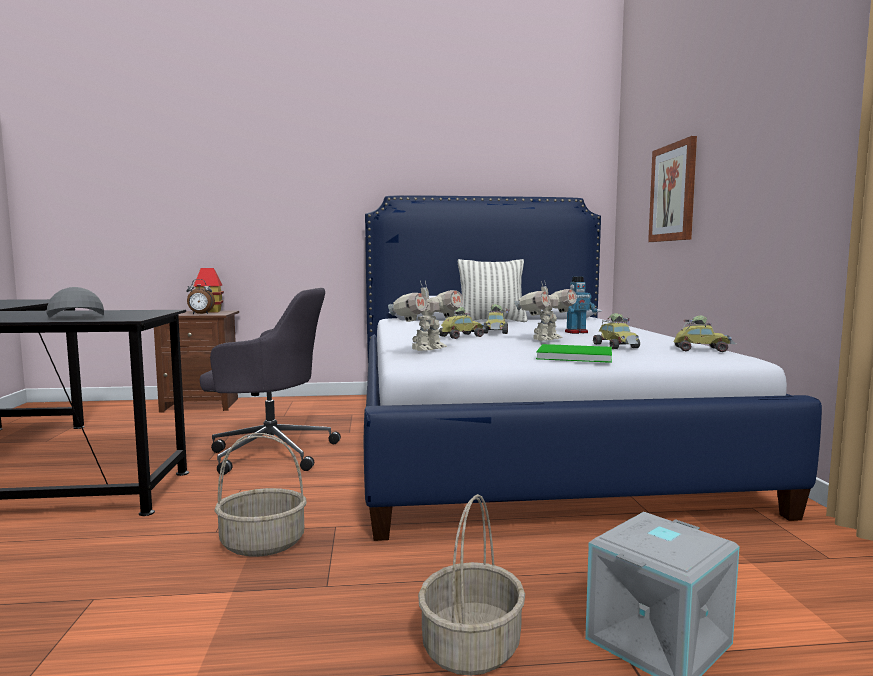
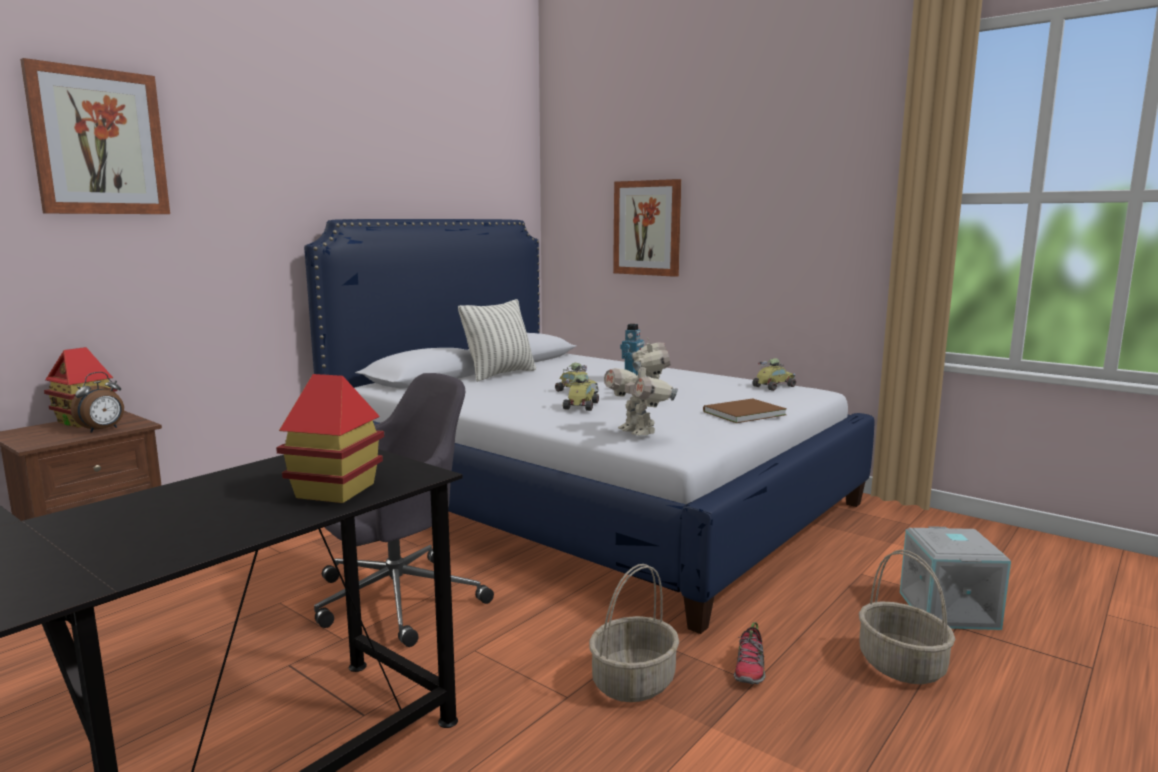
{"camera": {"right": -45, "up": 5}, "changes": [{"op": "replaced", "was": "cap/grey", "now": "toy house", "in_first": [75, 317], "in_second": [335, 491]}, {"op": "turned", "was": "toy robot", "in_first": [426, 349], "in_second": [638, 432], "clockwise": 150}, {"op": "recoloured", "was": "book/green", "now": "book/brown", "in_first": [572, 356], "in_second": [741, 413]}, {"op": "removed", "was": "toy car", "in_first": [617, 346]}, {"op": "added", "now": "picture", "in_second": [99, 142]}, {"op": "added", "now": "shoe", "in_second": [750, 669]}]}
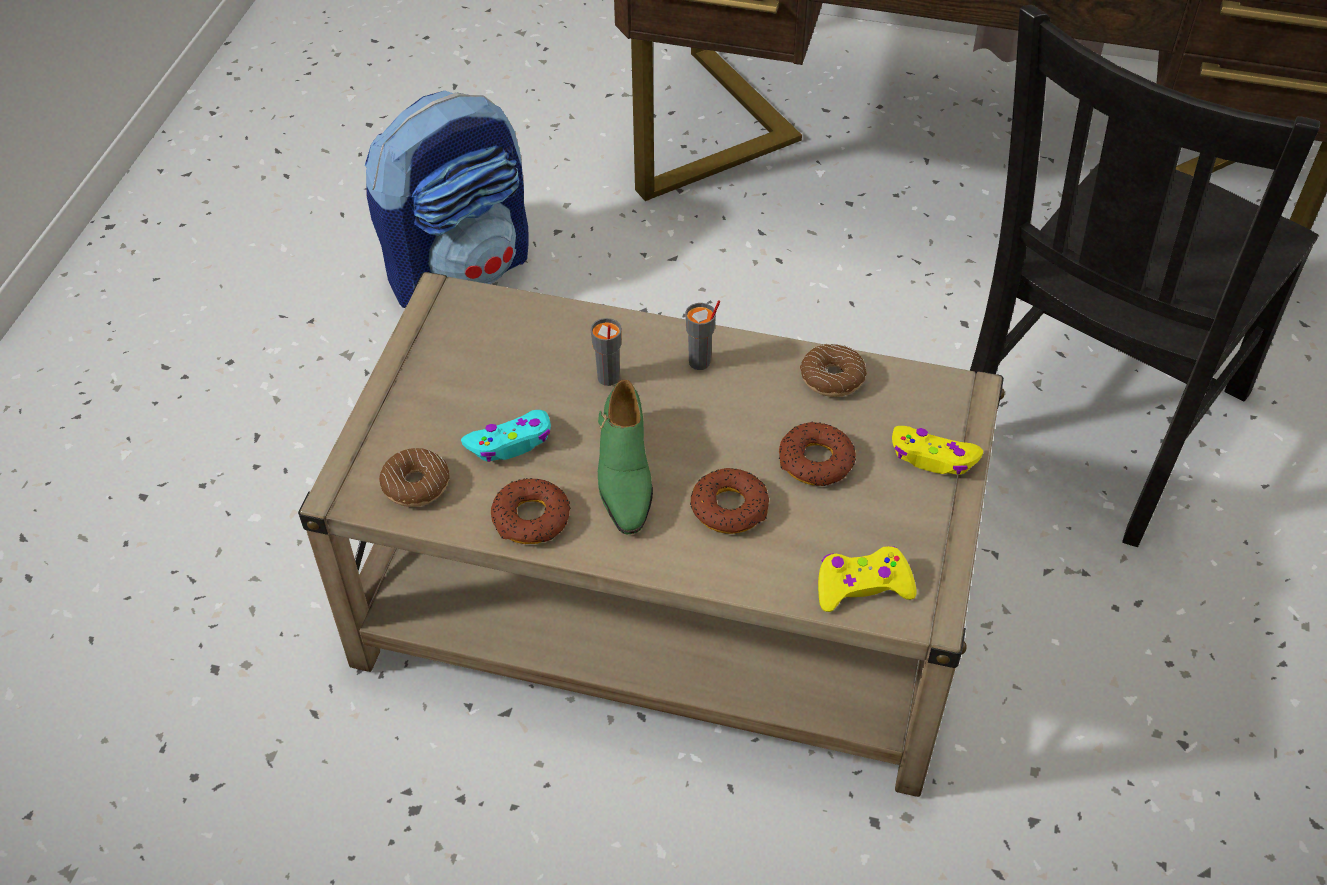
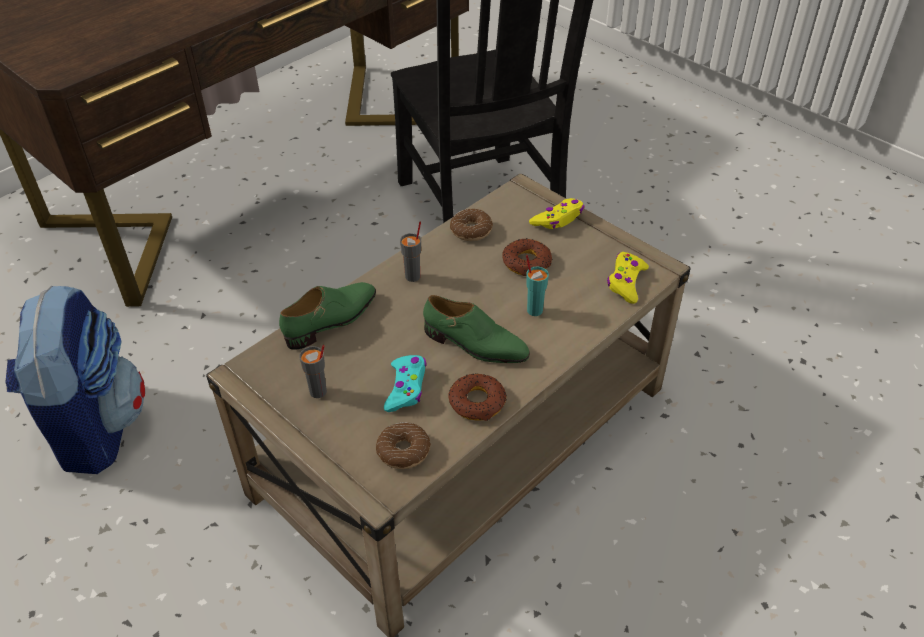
{"camera": {"right": -60, "up": -5}, "changes": [{"op": "moved", "was": "cup/grey", "in_first": [608, 378], "in_second": [318, 392]}, {"op": "replaced", "was": "donut", "now": "cup/turquoise", "in_first": [729, 507], "in_second": [534, 310]}, {"op": "added", "now": "shoe/green", "in_second": [332, 320]}]}
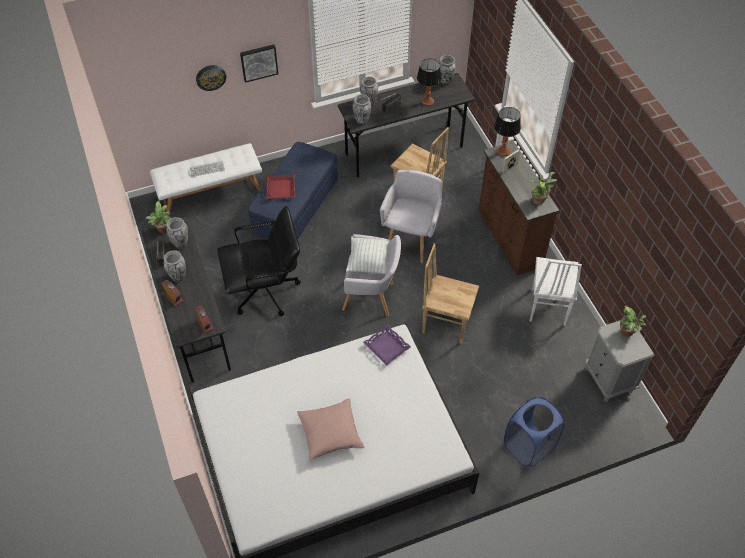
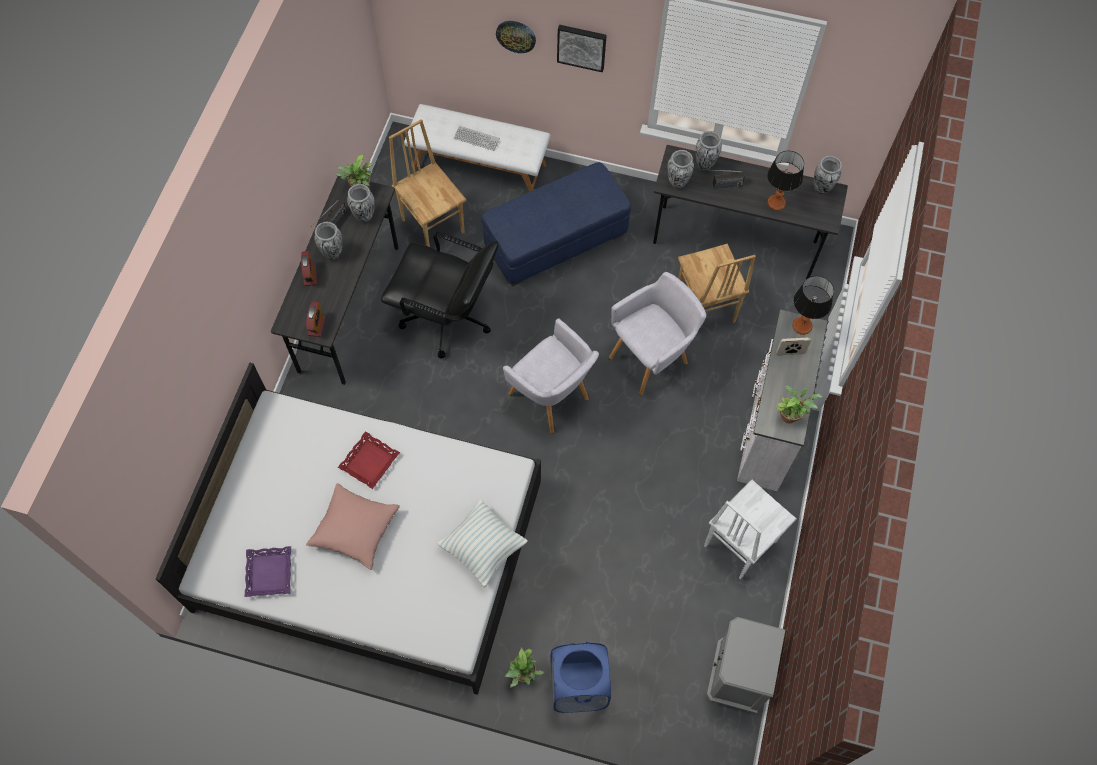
{"camera": {"right": 35, "up": 10}, "changes": [{"op": "moved", "was": "tray/red", "in_first": [281, 189], "in_second": [370, 462]}, {"op": "moved", "was": "pillow", "in_first": [371, 263], "in_second": [483, 548]}, {"op": "moved", "was": "tray/purple", "in_first": [386, 347], "in_second": [269, 573]}, {"op": "moved", "was": "chair/brown", "in_first": [446, 323], "in_second": [433, 225]}, {"op": "recoloured", "was": "dresser/brown", "now": "dresser/white", "in_first": [509, 238], "in_second": [766, 430]}, {"op": "moved", "was": "potted plant", "in_first": [627, 333], "in_second": [523, 675]}]}
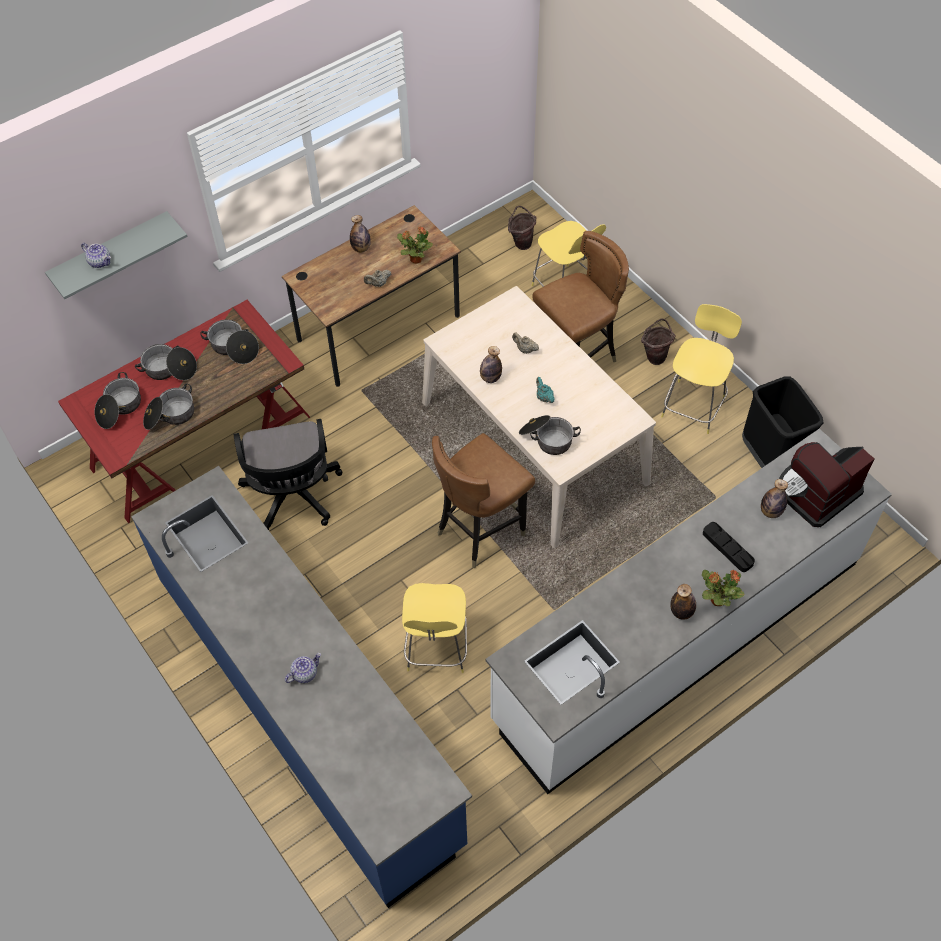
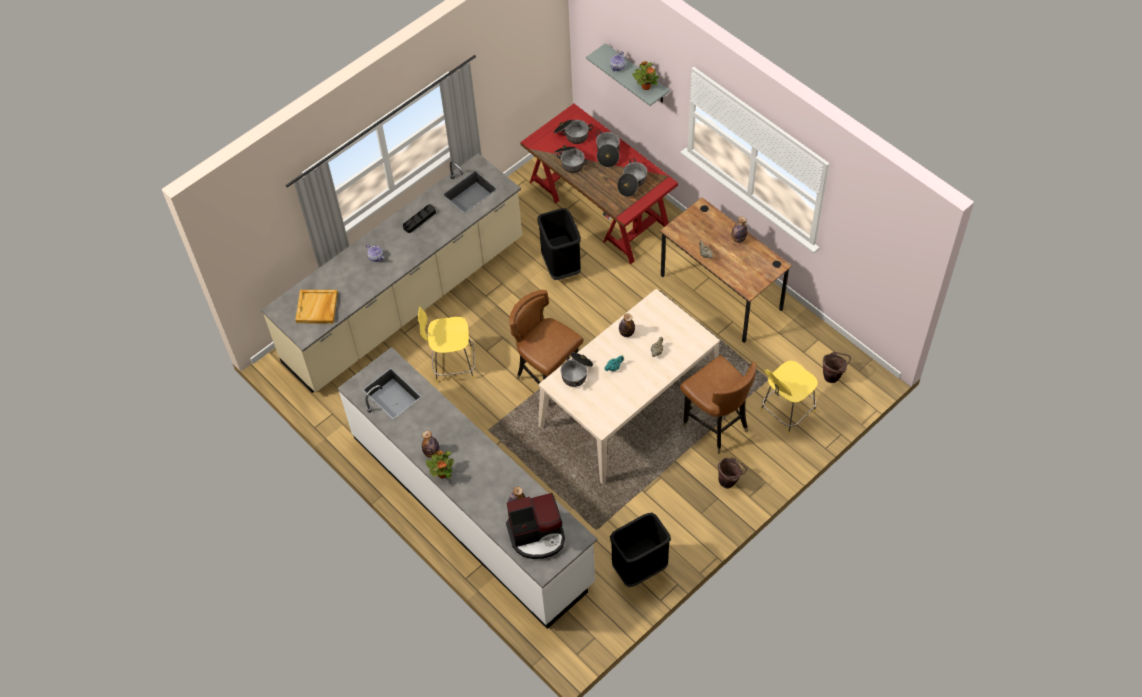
{"camera": {"right": 85, "up": 0}, "changes": [{"op": "recoloured", "was": "counter/blue", "now": "counter/beige", "in_first": [308, 708], "in_second": [405, 301]}, {"op": "replaced", "was": "office chair/black", "now": "trash can/black", "in_first": [293, 498], "in_second": [560, 266]}, {"op": "moved", "was": "potted plant", "in_first": [415, 259], "in_second": [646, 86]}, {"op": "removed", "was": "stool/yellow", "in_first": [694, 405]}, {"op": "moved", "was": "tray/black", "in_first": [727, 548], "in_second": [419, 220]}, {"op": "turned", "was": "coffee machine", "in_first": [816, 492], "in_second": [537, 535], "clockwise": 120}, {"op": "added", "now": "tray/beige", "in_second": [317, 308]}]}
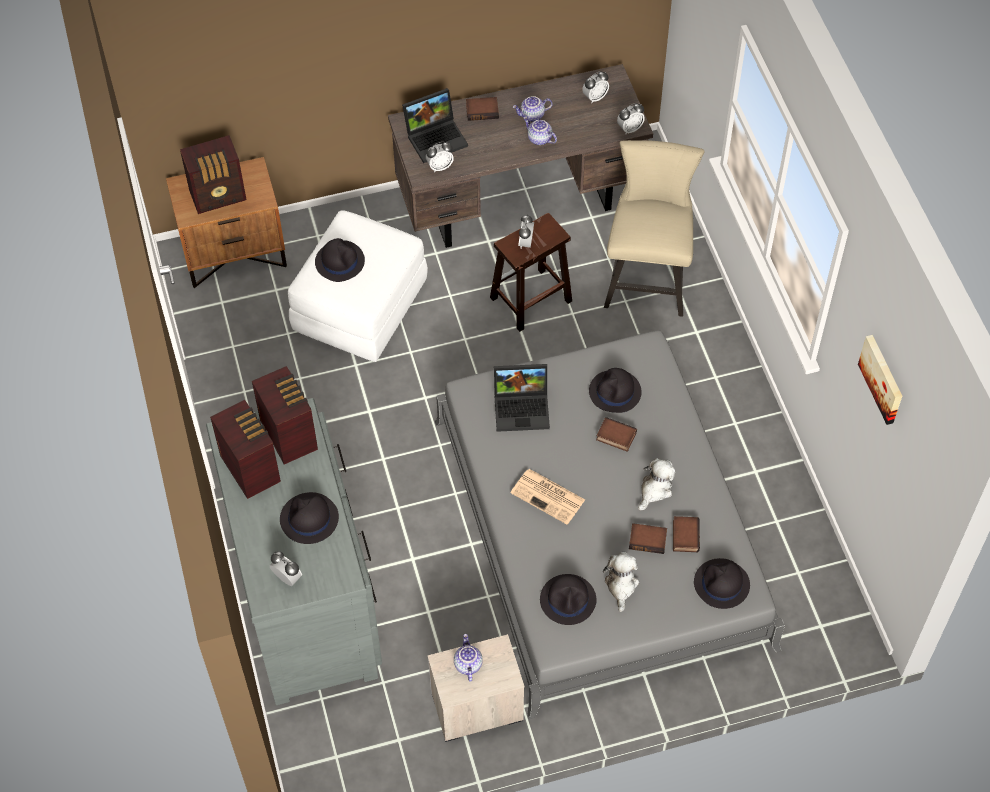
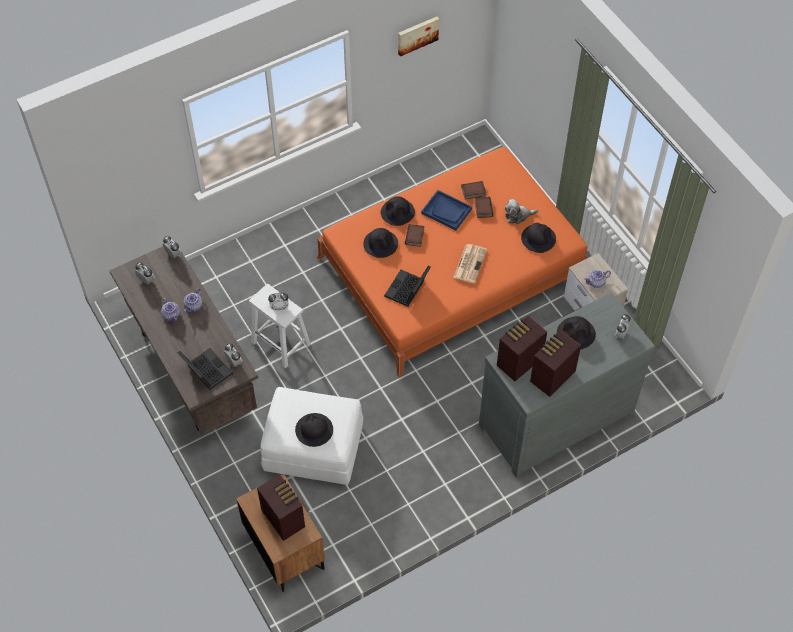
{"camera": {"right": -105, "up": 0}, "changes": [{"op": "recoloured", "was": "bed/grey", "now": "bed/orange", "in_first": [601, 531], "in_second": [452, 269]}, {"op": "removed", "was": "book", "in_first": [482, 110]}, {"op": "recoloured", "was": "stool/brown", "now": "stool/white", "in_first": [530, 300], "in_second": [281, 344]}, {"op": "turned", "was": "laptop", "in_first": [523, 407], "in_second": [407, 291], "clockwise": -135}, {"op": "removed", "was": "chair/beige", "in_first": [647, 278]}, {"op": "replaced", "was": "plush toy", "now": "tray/blue", "in_first": [655, 489], "in_second": [446, 211]}, {"op": "moved", "was": "hat/black", "in_first": [721, 584], "in_second": [398, 212]}]}
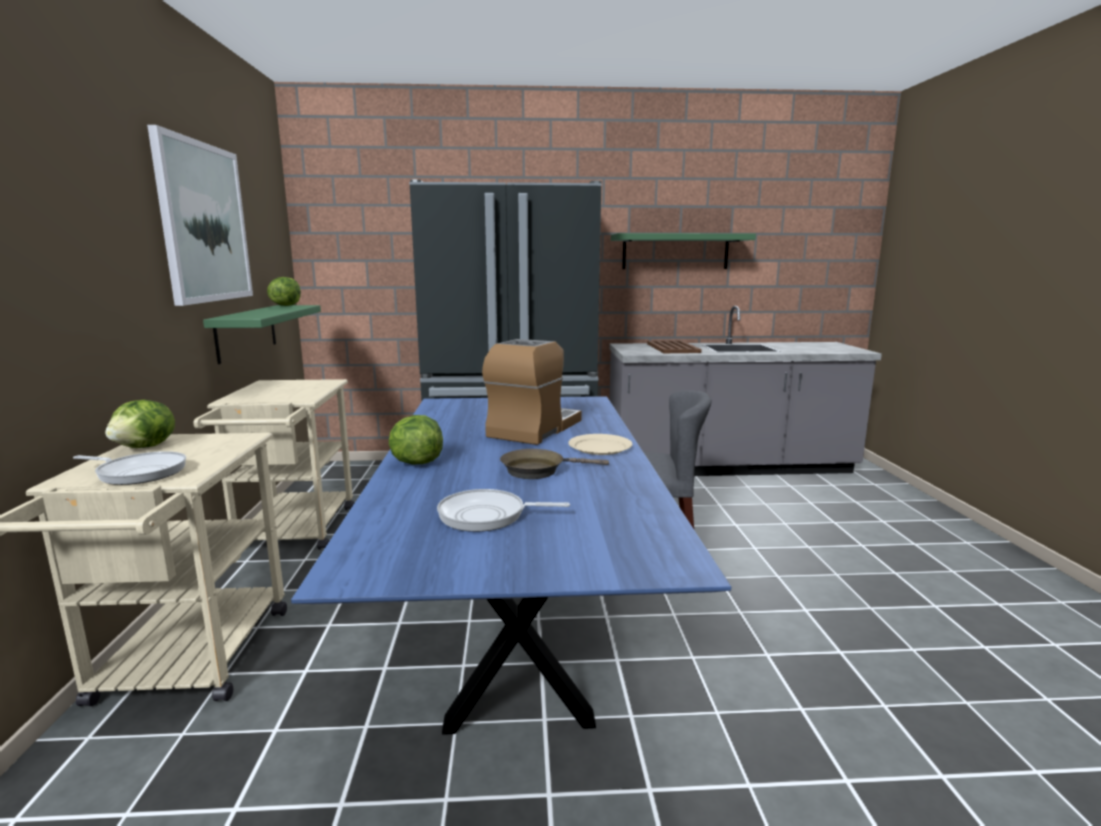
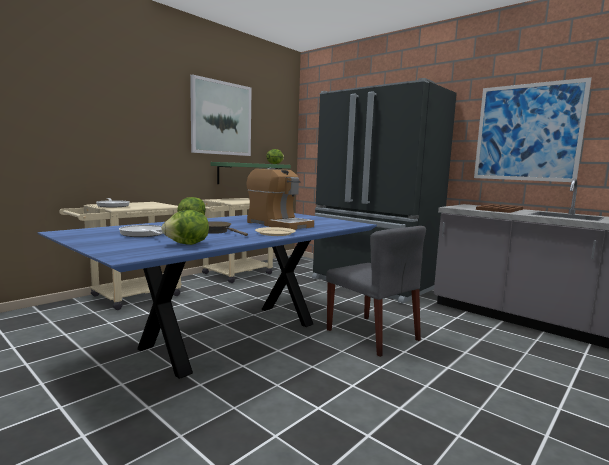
{"camera": {"right": 45, "up": -5}, "changes": [{"op": "moved", "was": "lettuce", "in_first": [146, 447], "in_second": [187, 244]}, {"op": "turned", "was": "coffee machine", "in_first": [534, 429], "in_second": [278, 224], "clockwise": 60}, {"op": "replaced", "was": "shelf/green", "now": "picture", "in_first": [675, 252], "in_second": [527, 132]}]}
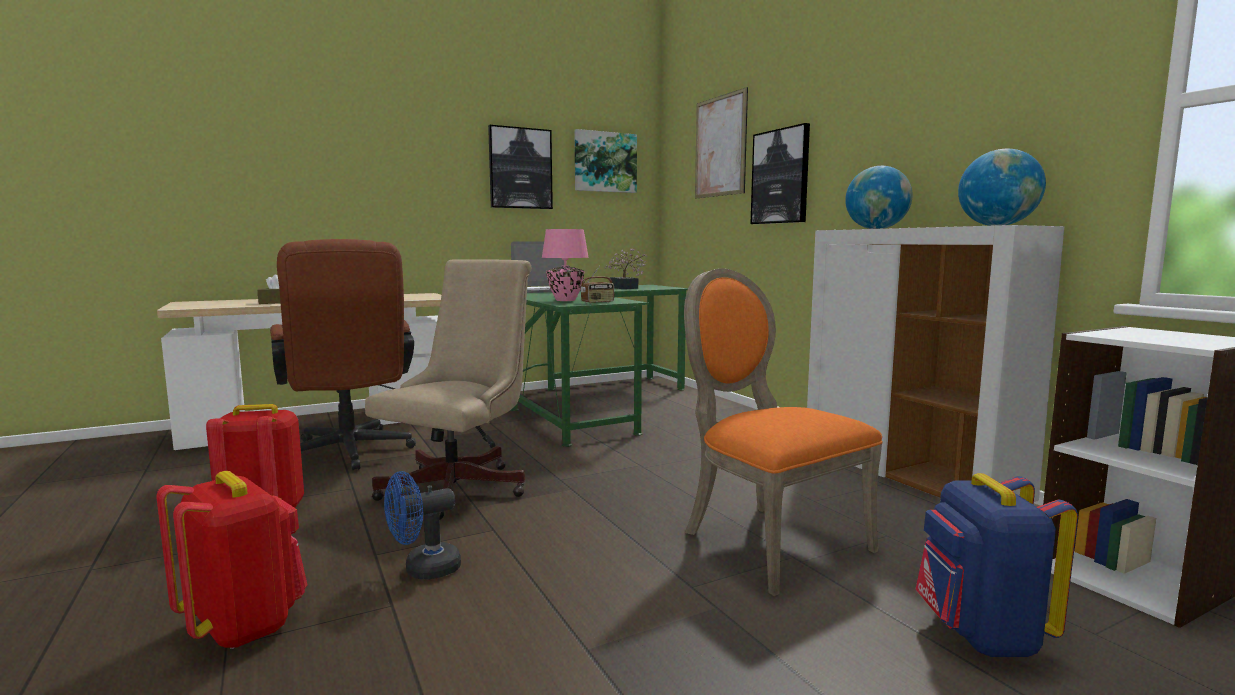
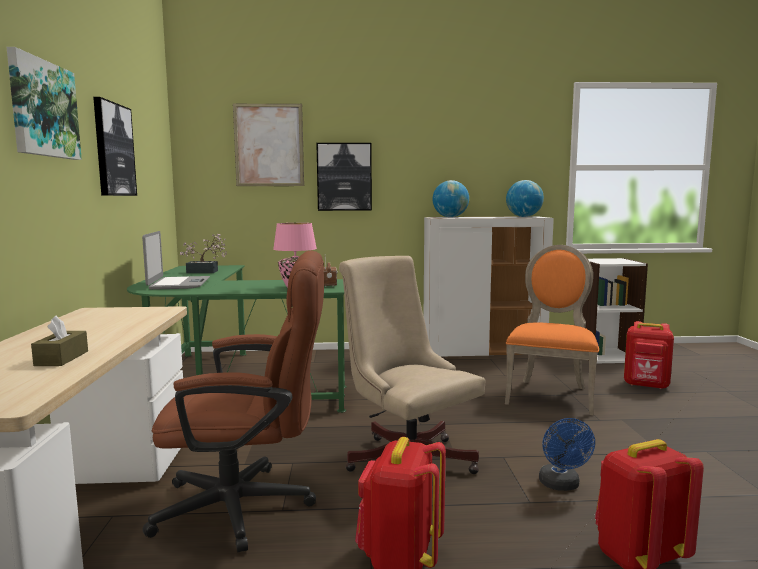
{"camera": {"right": -65, "up": 0}, "changes": [{"op": "moved", "was": "picture", "in_first": [605, 162], "in_second": [43, 109]}, {"op": "turned", "was": "chair/orange", "in_first": [767, 540], "in_second": [551, 395], "clockwise": 120}, {"op": "recoloured", "was": "backpack/blue", "now": "backpack/red", "in_first": [980, 635], "in_second": [646, 386]}]}
